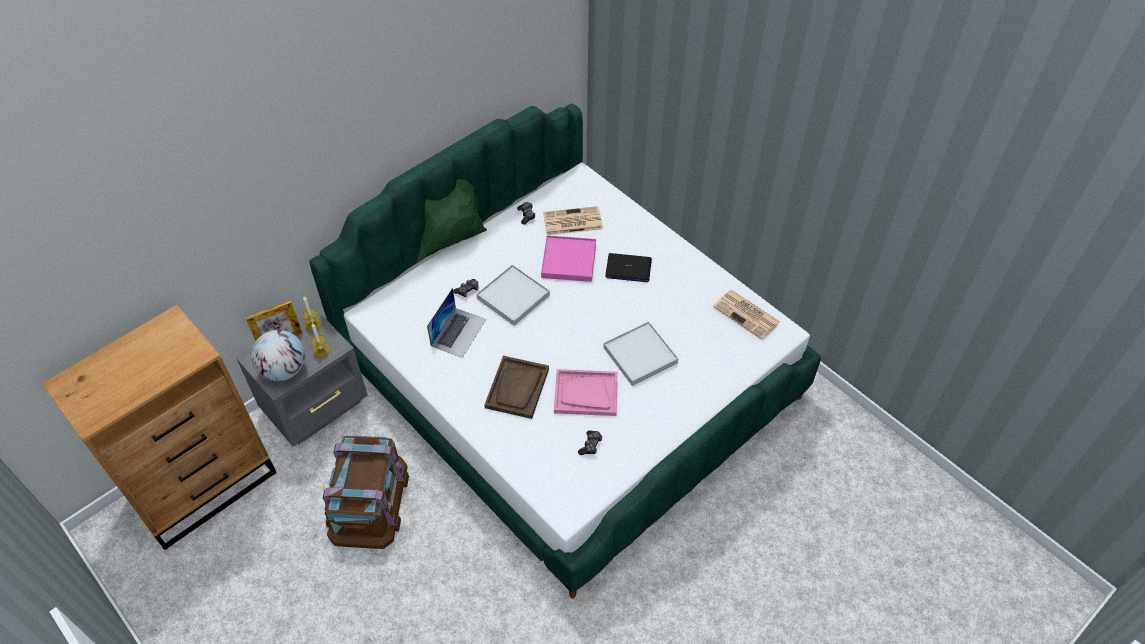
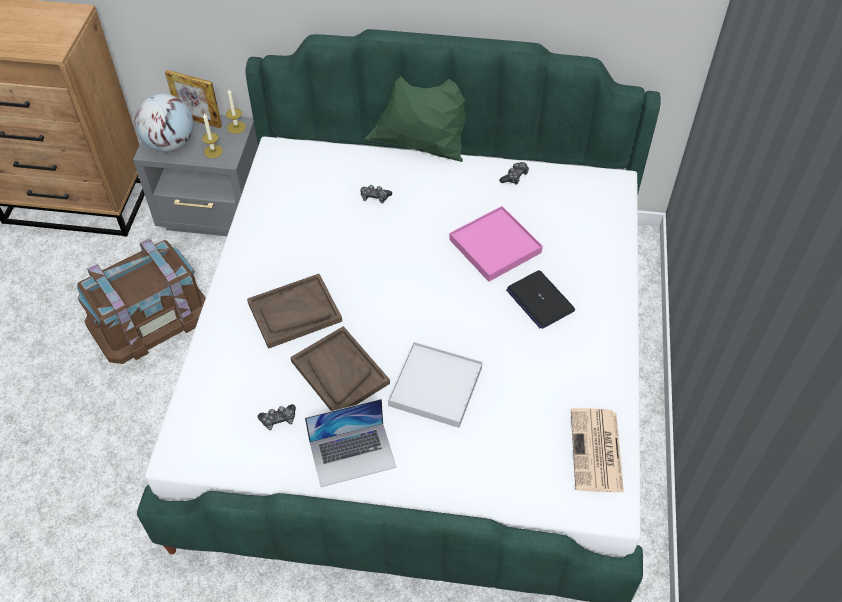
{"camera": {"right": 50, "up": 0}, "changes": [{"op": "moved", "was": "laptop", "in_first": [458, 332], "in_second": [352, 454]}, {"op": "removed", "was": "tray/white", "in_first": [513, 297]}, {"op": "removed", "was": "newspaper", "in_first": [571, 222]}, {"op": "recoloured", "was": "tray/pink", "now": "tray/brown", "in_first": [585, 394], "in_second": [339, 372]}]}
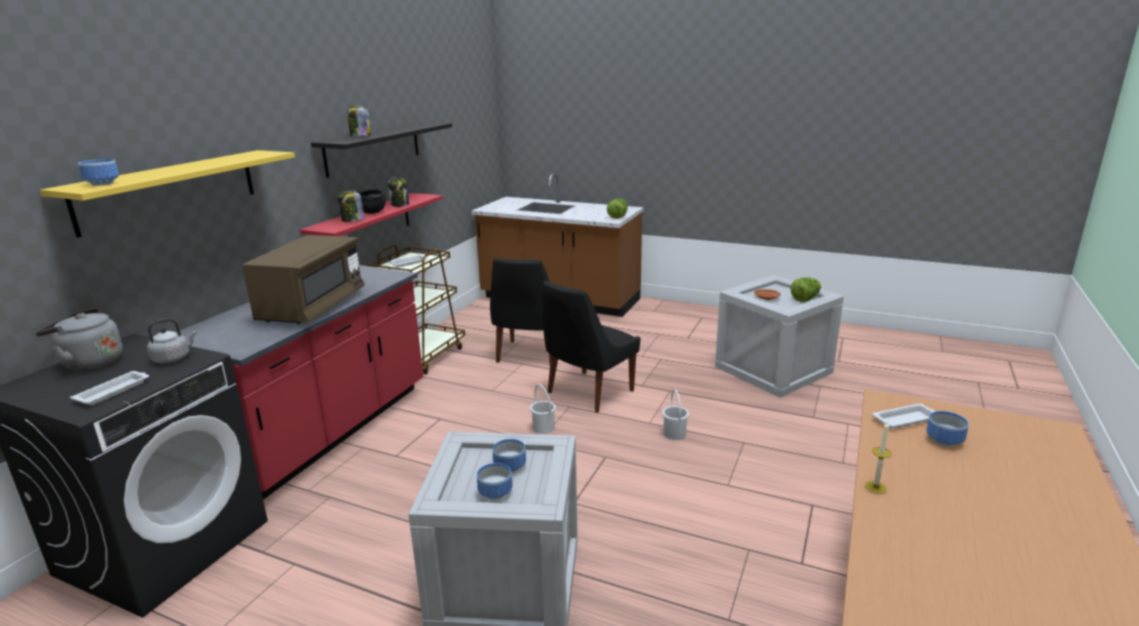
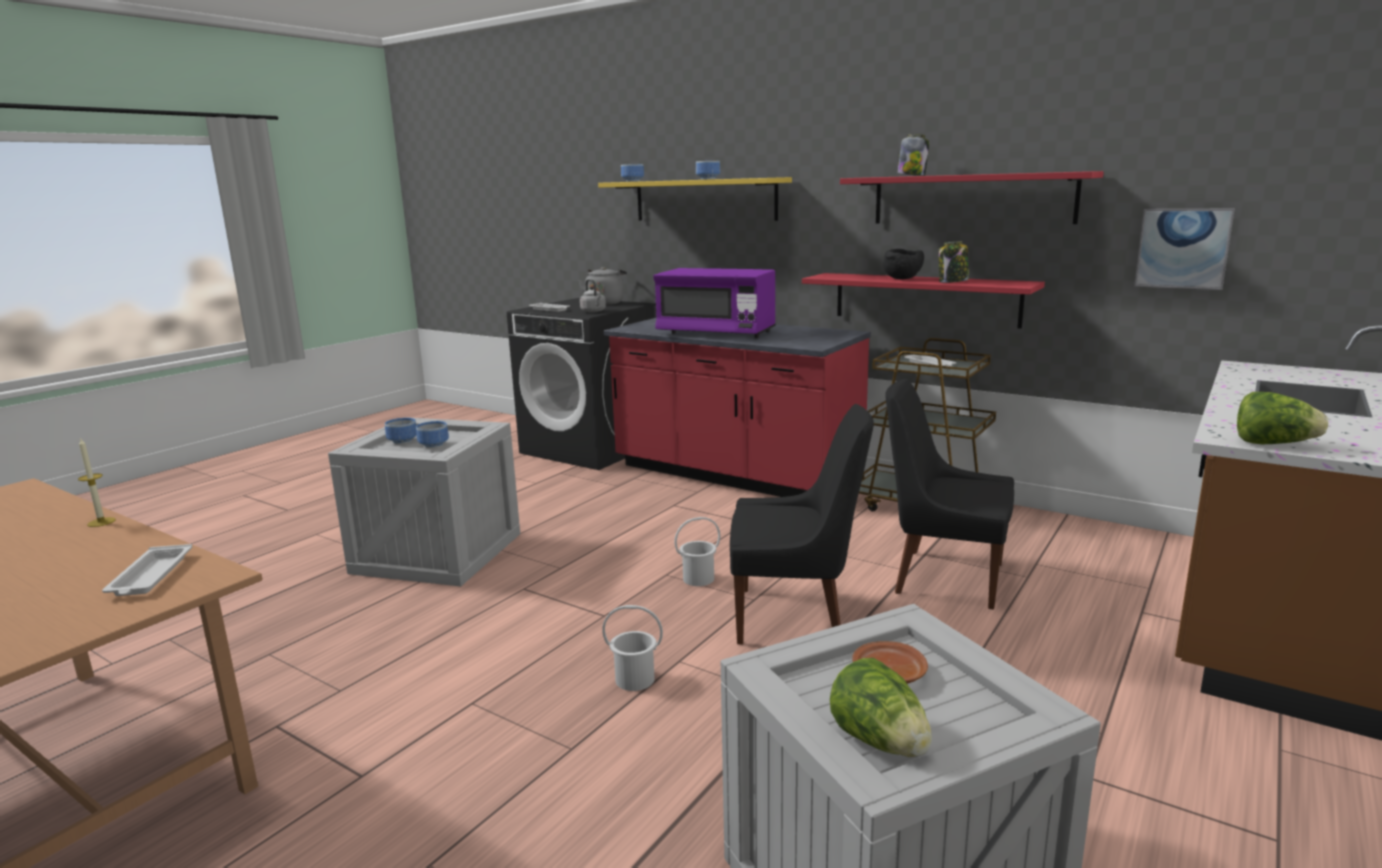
{"camera": {"right": 100, "up": -5}, "changes": [{"op": "recoloured", "was": "microwave/brown", "now": "microwave/purple", "in_first": [312, 307], "in_second": [716, 333]}, {"op": "recoloured", "was": "shelf/black", "now": "shelf/red", "in_first": [373, 148], "in_second": [972, 199]}, {"op": "removed", "was": "jar", "in_first": [352, 220]}, {"op": "turned", "was": "chair/black", "in_first": [588, 393], "in_second": [795, 617], "clockwise": 135}, {"op": "moved", "was": "bowl", "in_first": [945, 441], "in_second": [707, 179]}, {"op": "added", "now": "picture", "in_second": [1182, 248]}]}
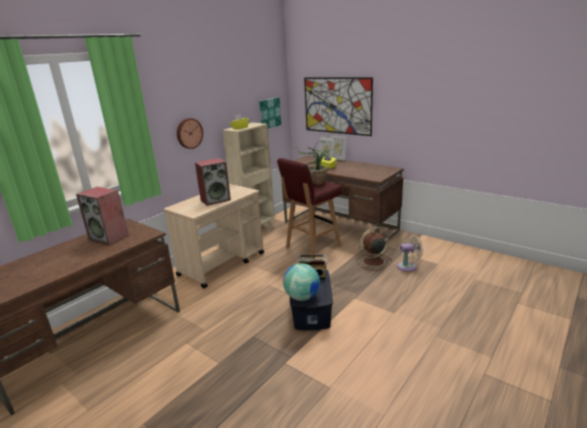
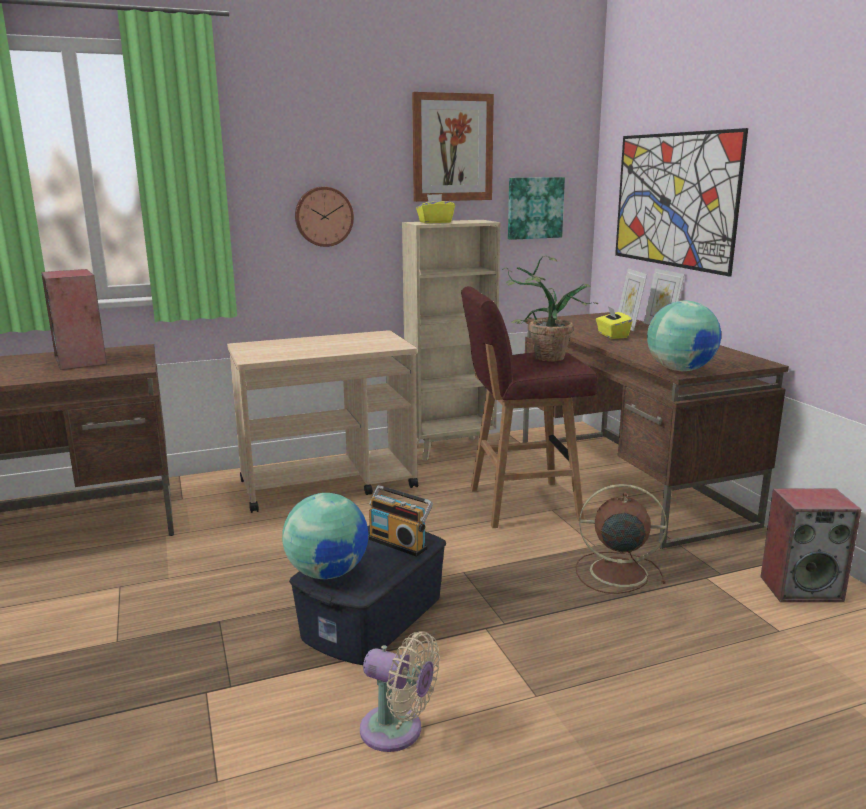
{"camera": {"right": 30, "up": -5}, "changes": [{"op": "moved", "was": "speaker", "in_first": [215, 200], "in_second": [801, 588]}, {"op": "moved", "was": "fan/beige", "in_first": [408, 266], "in_second": [397, 731]}, {"op": "added", "now": "picture", "in_second": [452, 148]}, {"op": "added", "now": "globe", "in_second": [680, 370]}]}
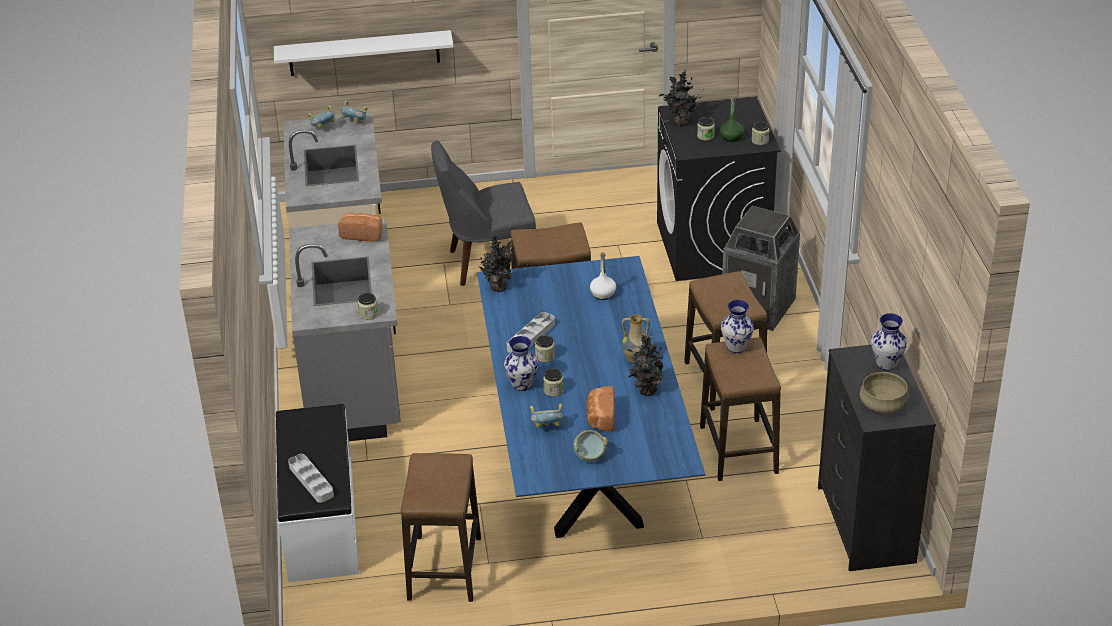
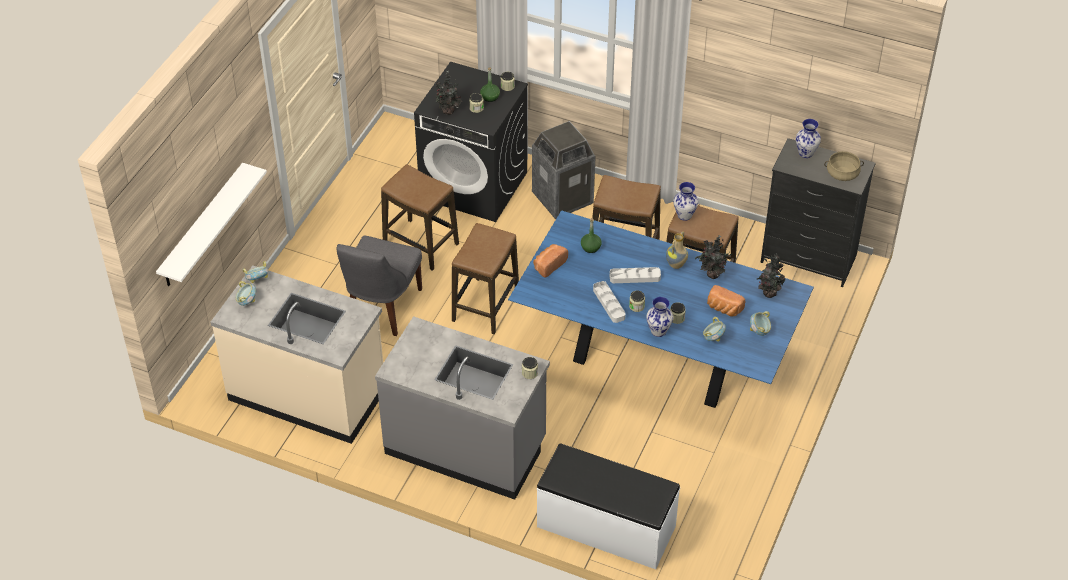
{"camera": {"right": -60, "up": 10}, "changes": [{"op": "moved", "was": "tray/grey", "in_first": [311, 481], "in_second": [635, 277]}, {"op": "moved", "was": "bread", "in_first": [363, 234], "in_second": [549, 265]}, {"op": "moved", "was": "stool", "in_first": [444, 568], "in_second": [420, 245]}, {"op": "moved", "was": "potted plant", "in_first": [498, 286], "in_second": [768, 292]}, {"op": "recoloured", "was": "bottle/white", "now": "bottle/green", "in_first": [603, 294], "in_second": [591, 247]}]}
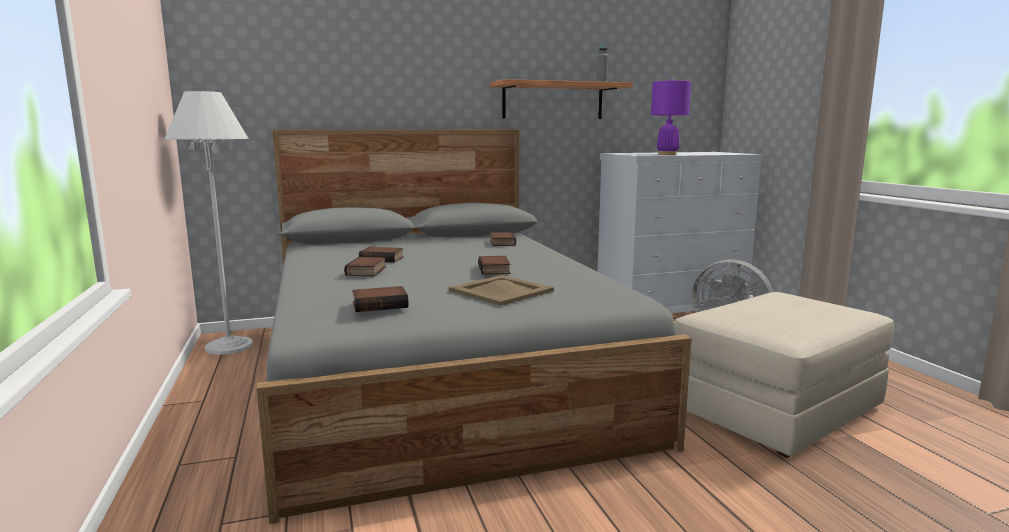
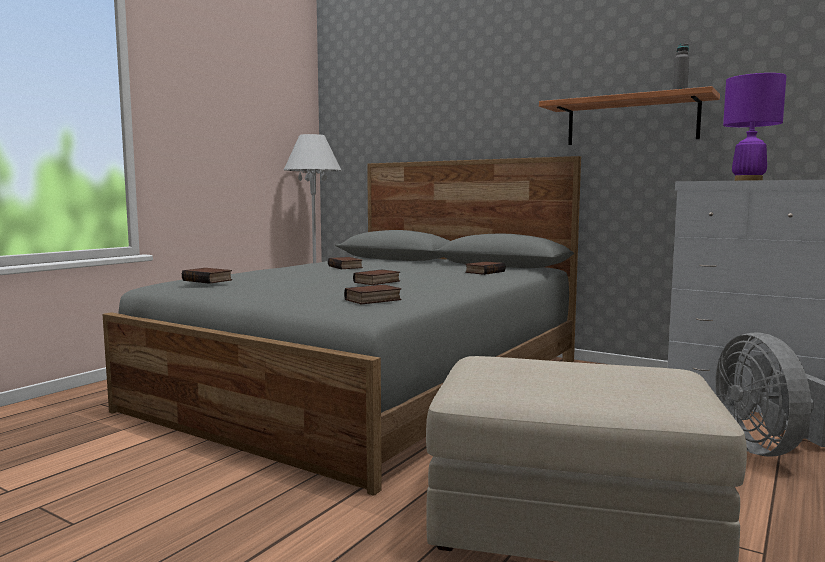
{"camera": {"right": 50, "up": -5}, "changes": [{"op": "moved", "was": "book", "in_first": [367, 271], "in_second": [373, 300]}, {"op": "removed", "was": "tray/beige", "in_first": [502, 291]}]}
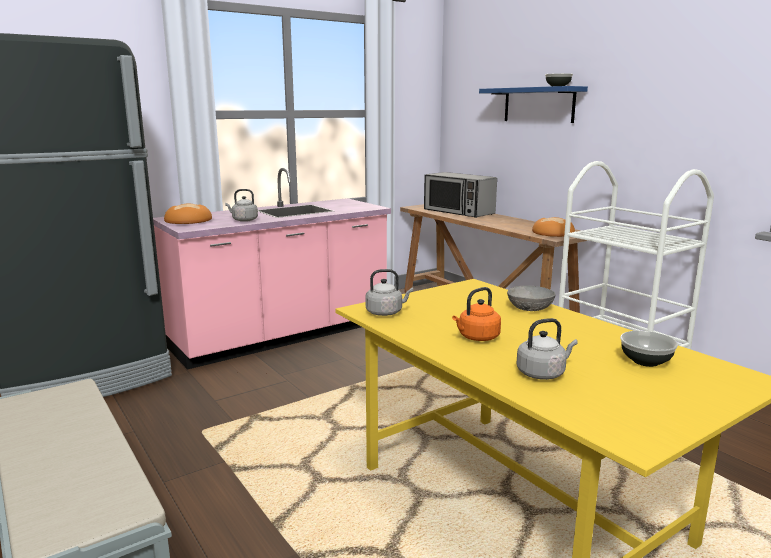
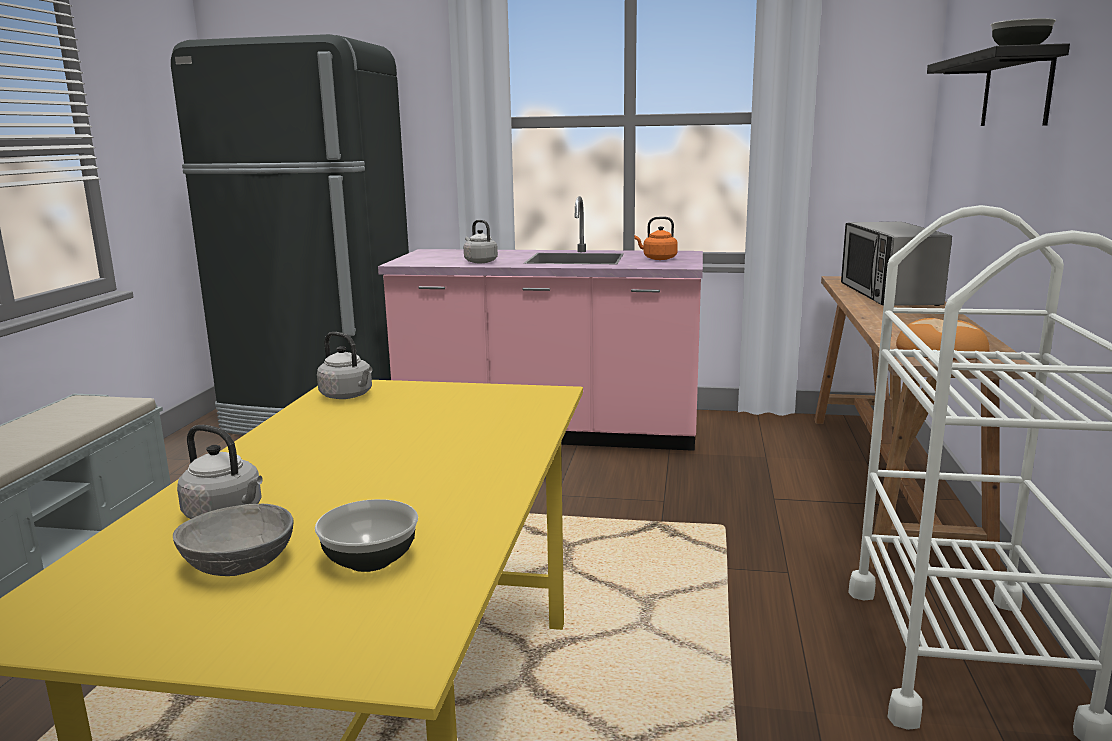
{"camera": {"right": 45, "up": 0}, "changes": [{"op": "removed", "was": "bread", "in_first": [189, 220]}, {"op": "moved", "was": "kettle/orange", "in_first": [477, 337], "in_second": [657, 258]}, {"op": "recoloured", "was": "shelf/blue", "now": "shelf/black", "in_first": [538, 105], "in_second": [1016, 90]}, {"op": "moved", "was": "bowl/grey", "in_first": [530, 308], "in_second": [239, 564]}]}
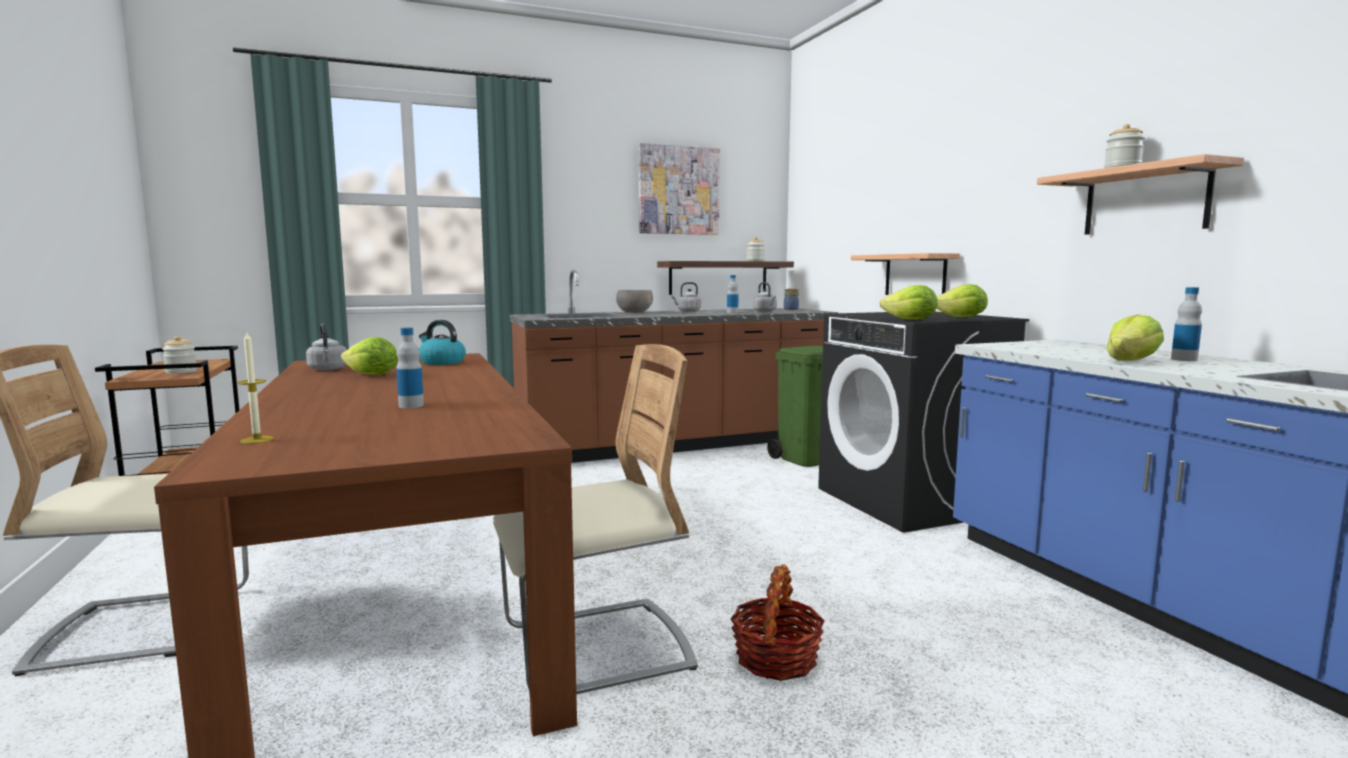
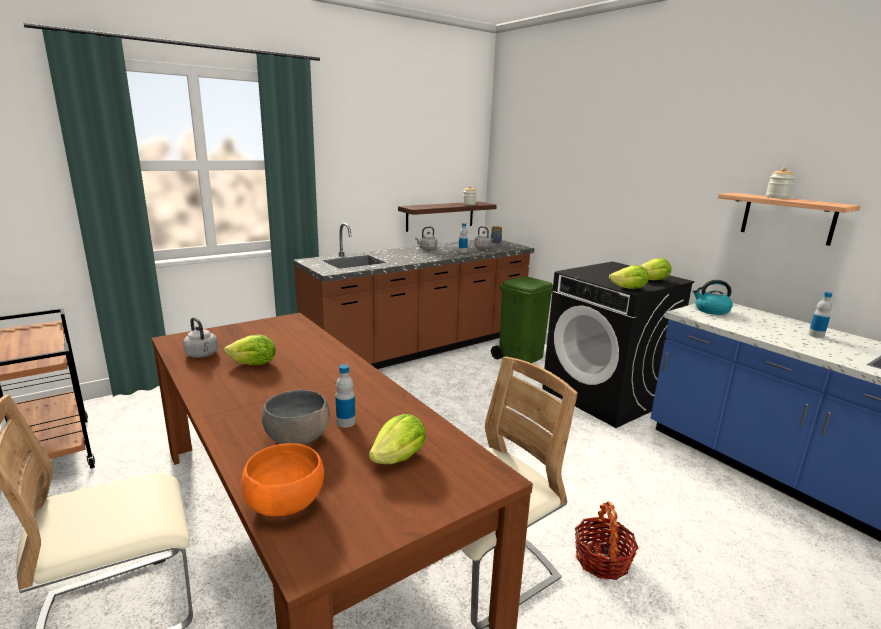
{"camera": {"right": -15, "up": 10}, "changes": [{"op": "removed", "was": "jar", "in_first": [181, 372]}, {"op": "replaced", "was": "candle", "now": "bowl/orange", "in_first": [257, 440], "in_second": [284, 503]}, {"op": "moved", "was": "kettle", "in_first": [441, 362], "in_second": [711, 310]}, {"op": "moved", "was": "bowl/grey", "in_first": [634, 312], "in_second": [298, 438]}, {"op": "removed", "was": "picture", "in_first": [679, 190]}, {"op": "removed", "was": "shelf", "in_first": [915, 275]}, {"op": "moved", "was": "lettuce", "in_first": [1131, 361], "in_second": [399, 458]}]}
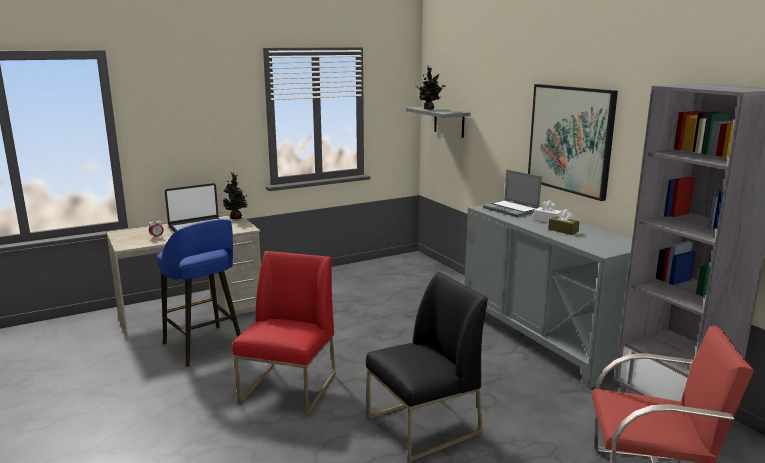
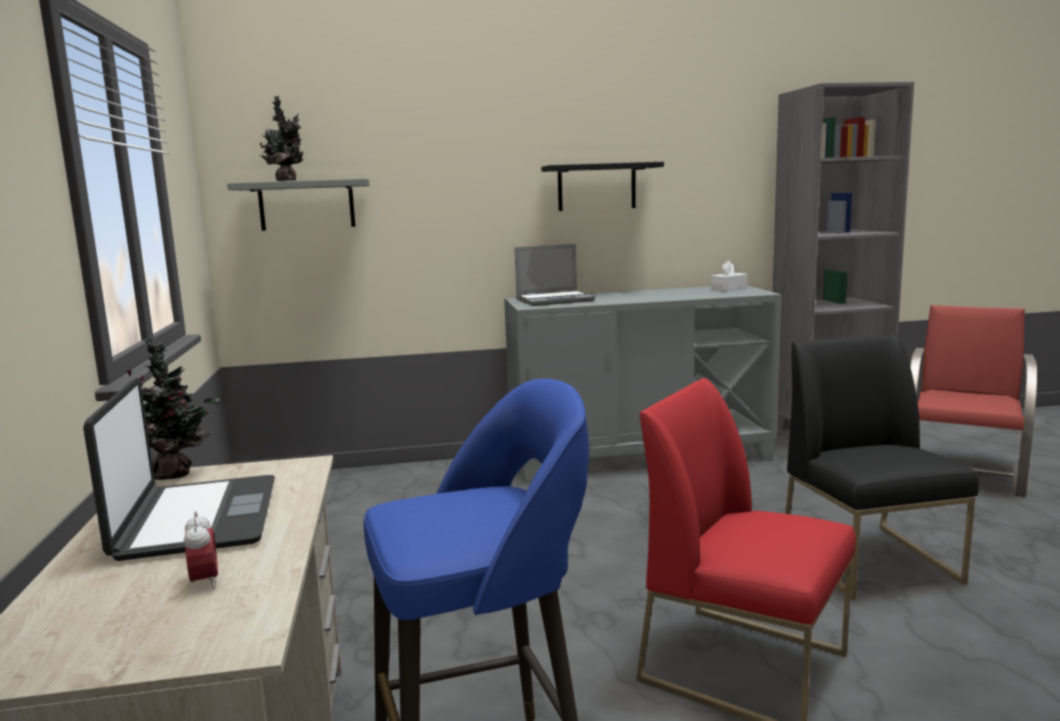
{"camera": {"right": -70, "up": -5}, "changes": [{"op": "replaced", "was": "picture", "now": "shelf/black", "in_first": [570, 139], "in_second": [596, 187]}, {"op": "moved", "was": "tissue box/white", "in_first": [547, 220], "in_second": [728, 289]}, {"op": "removed", "was": "tissue box/brown", "in_first": [563, 230]}]}
